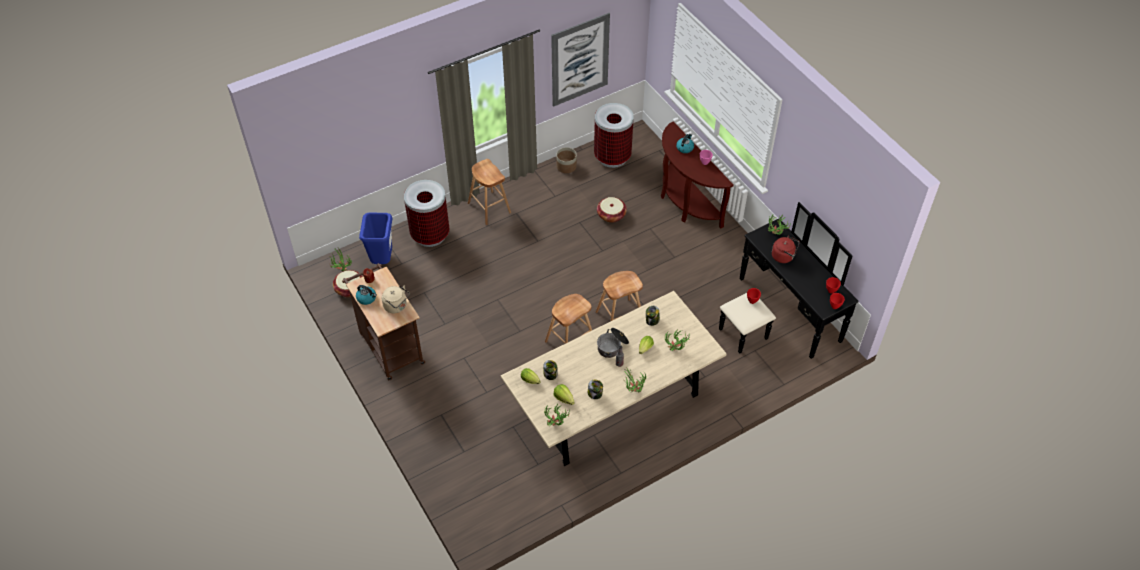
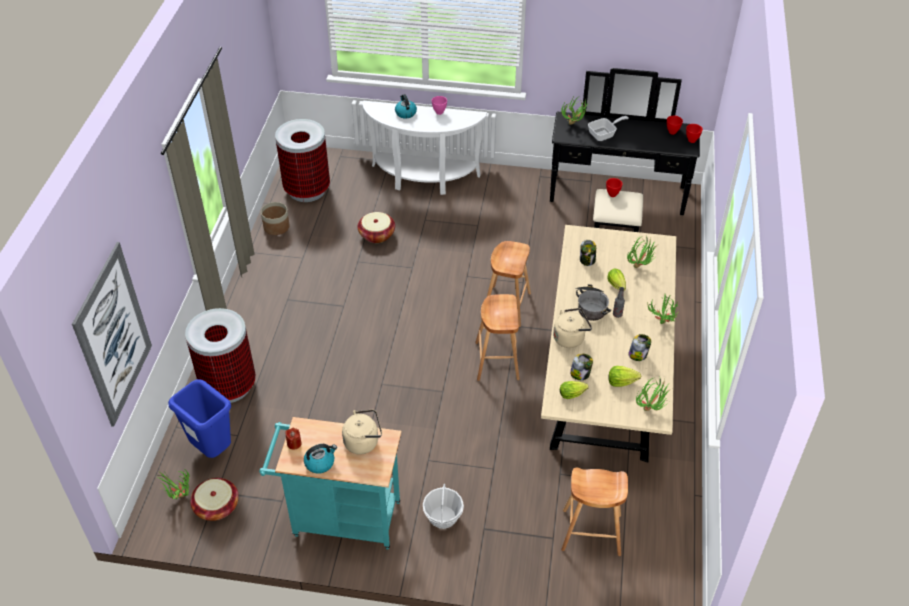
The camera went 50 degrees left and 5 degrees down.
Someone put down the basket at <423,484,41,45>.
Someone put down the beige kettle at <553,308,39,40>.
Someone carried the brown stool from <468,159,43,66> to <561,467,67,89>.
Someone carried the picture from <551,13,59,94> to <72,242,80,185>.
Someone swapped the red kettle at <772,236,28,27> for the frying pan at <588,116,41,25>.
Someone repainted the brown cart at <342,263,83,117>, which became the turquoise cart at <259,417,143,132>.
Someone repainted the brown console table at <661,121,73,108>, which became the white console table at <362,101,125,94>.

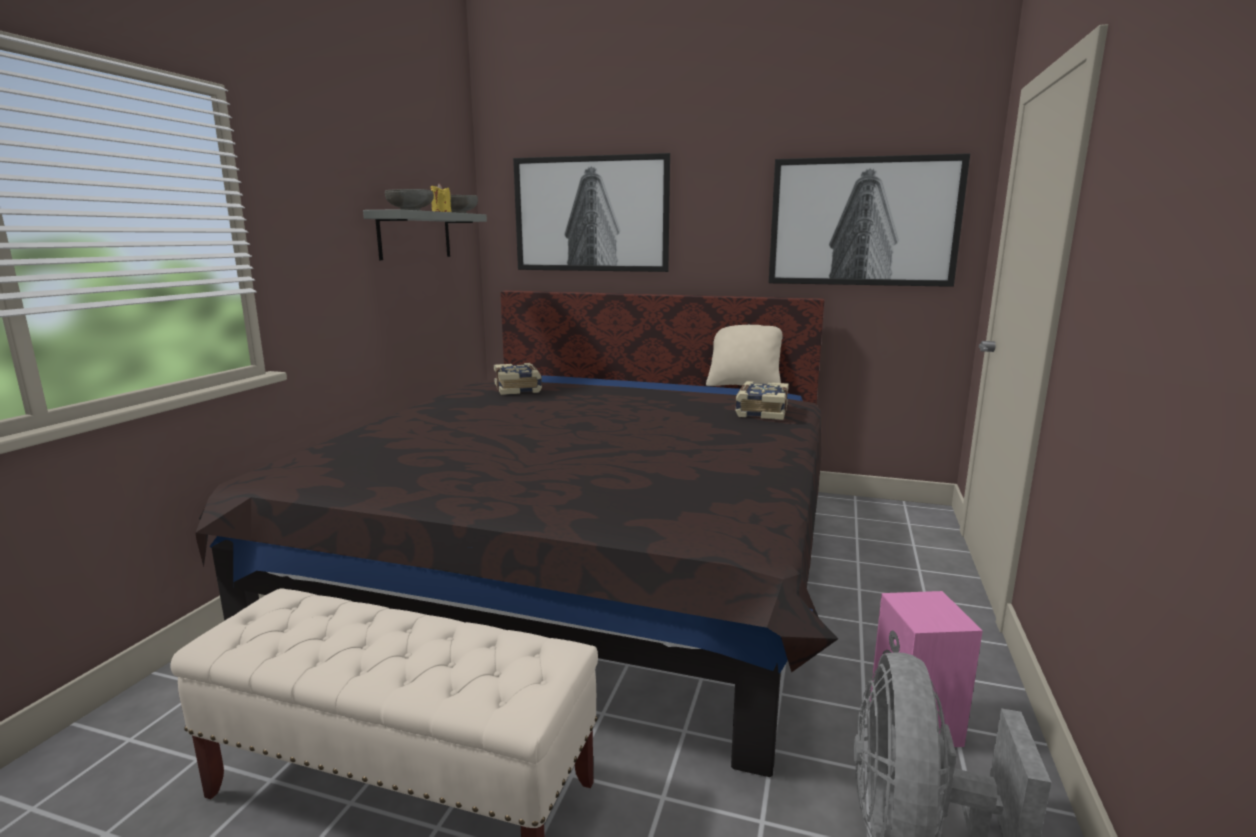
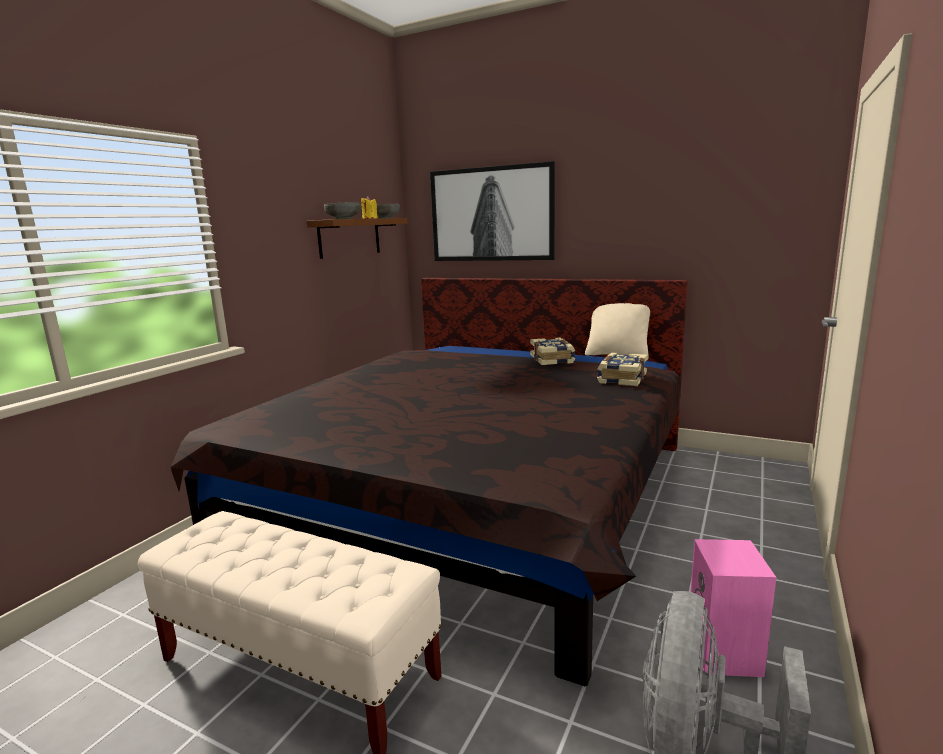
The camera went 10 degrees right and 0 degrees up.
Someone took away the picture at <769,153,201,134>.
Someone carried the book from <494,363,48,32> to <530,337,45,28>.
Someone repainted the grey shelf at <363,209,124,51>, which became the brown shelf at <306,218,102,41>.

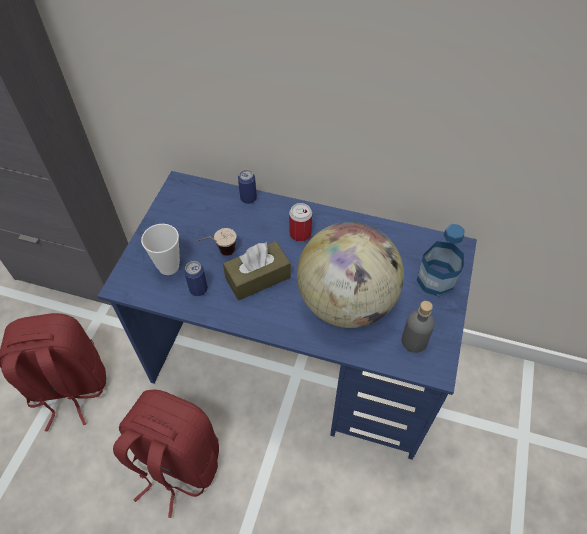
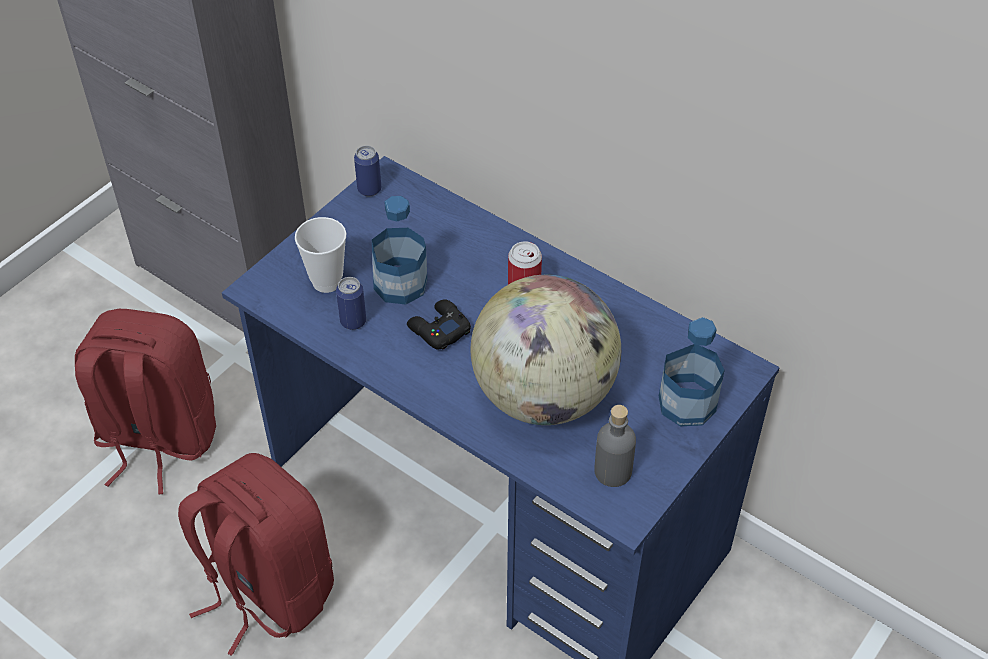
The camera went 20 degrees right and 5 degrees down.
Someone carried the can from <238,169,19,35> to <354,145,27,52>.
Someone swapped the cup at <196,228,40,28> for the bottle at <372,196,55,109>.
Someone swapped the brown tissue box at <223,241,68,60> for the black game controller at <407,299,64,51>.

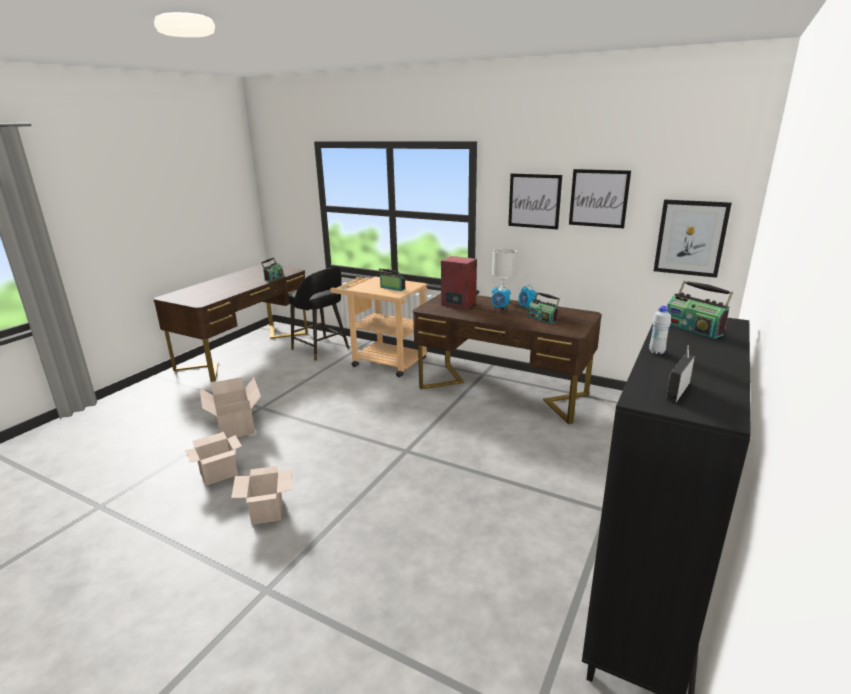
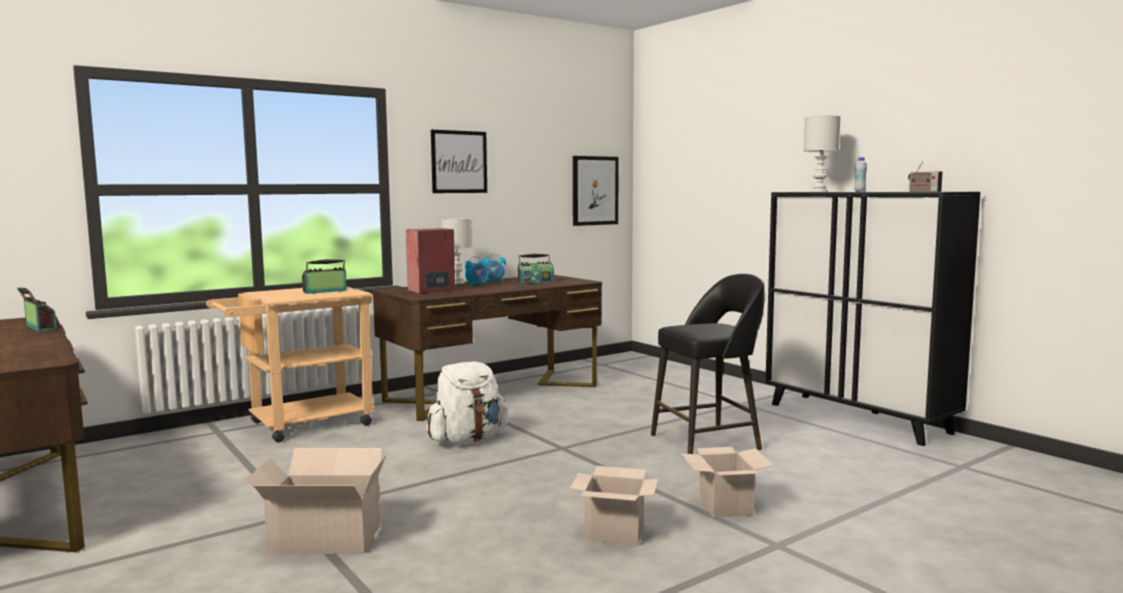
The camera went 65 degrees left and 15 degrees down.
Someone took away the picture at <569,169,62,59>.
Someone put down the white backpack at <426,361,82,83>.
Someone carried the cardboard box from <185,432,57,54> to <681,447,93,71>.
Someone carried the black stool from <288,267,61,94> to <651,274,114,180>.
Someone swapped the radio at <667,281,66,58> for the white table lamp at <804,116,36,76>.

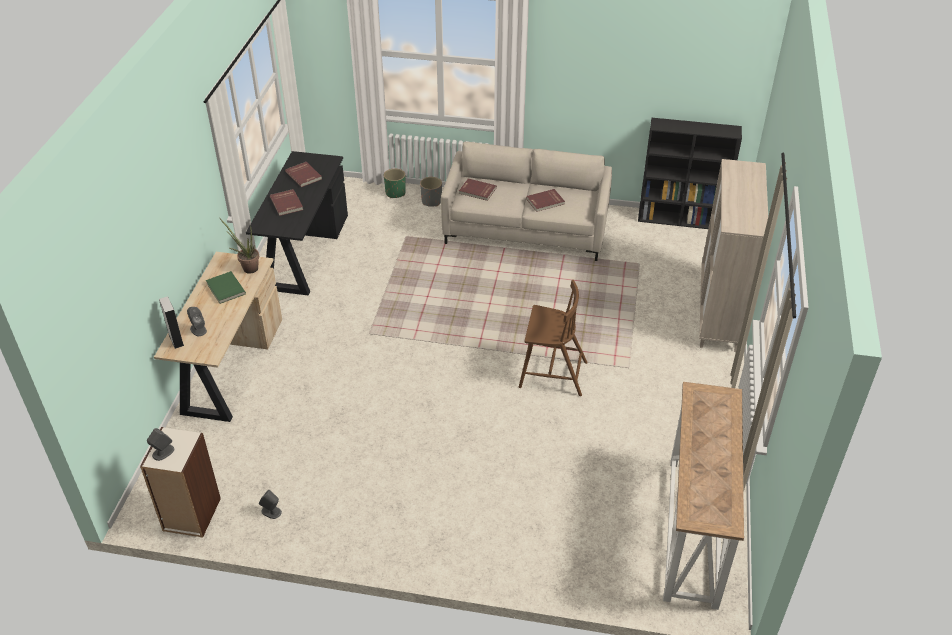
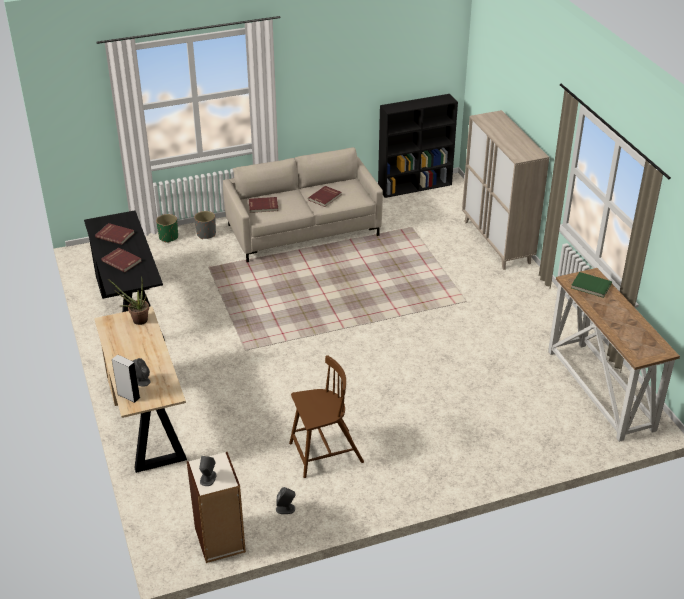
The camera went 30 degrees left and 5 degrees down.
Someone carried the green book from <206,271,40,33> to <571,272,41,26>.
Someone carried the brown chair from <519,280,69,116> to <289,355,75,123>.

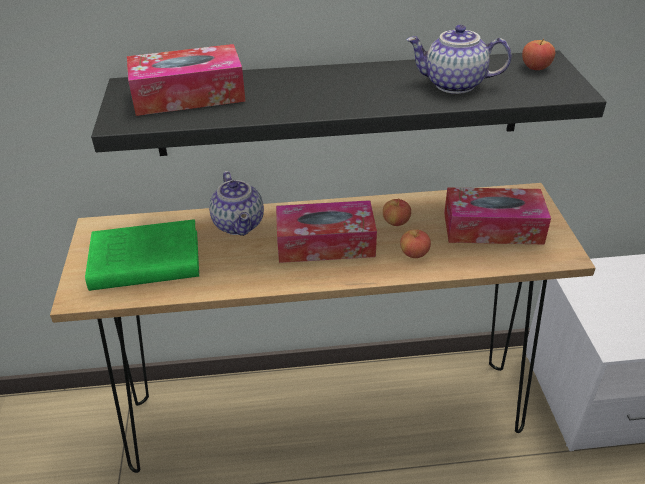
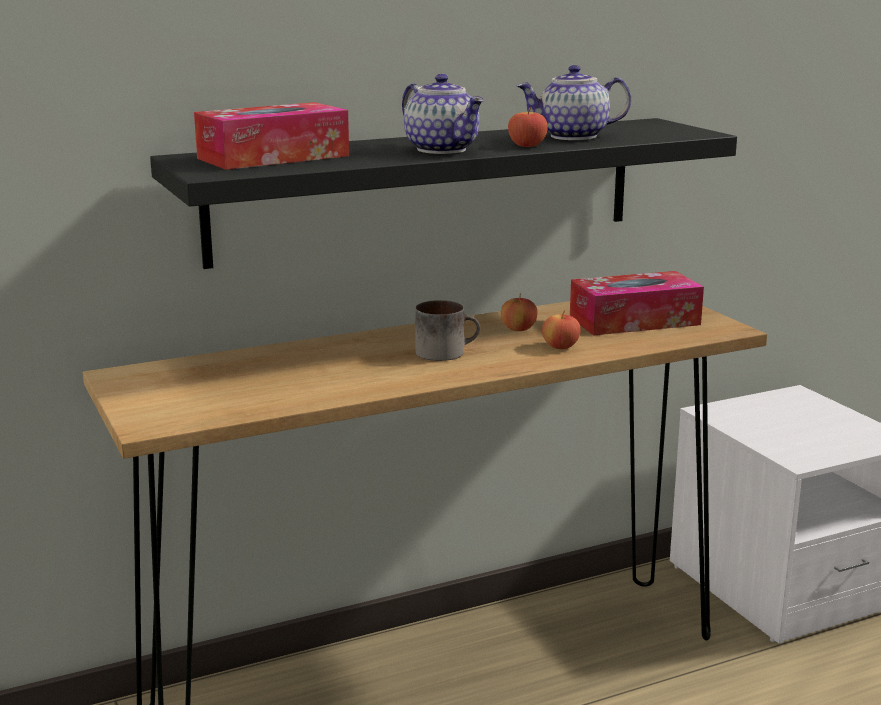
The camera went 20 degrees left and 20 degrees down.
Someone took away the green book at <85,219,114,72>.
Someone carried the teapot from <209,171,55,65> to <402,74,82,80>.
Someone carried the apple from <522,39,33,31> to <508,107,40,40>.
Someone swapped the tissue box at <276,200,101,63> for the mug at <415,300,65,61>.

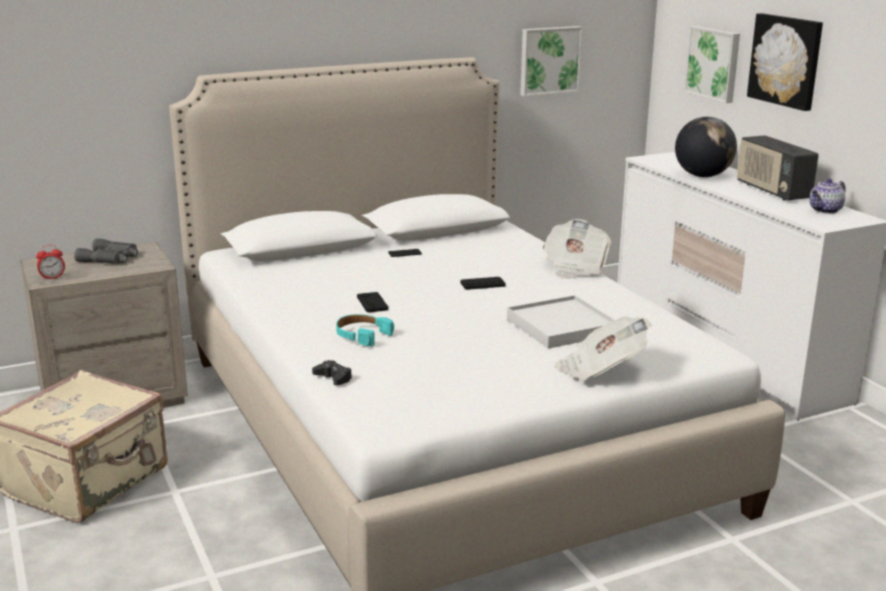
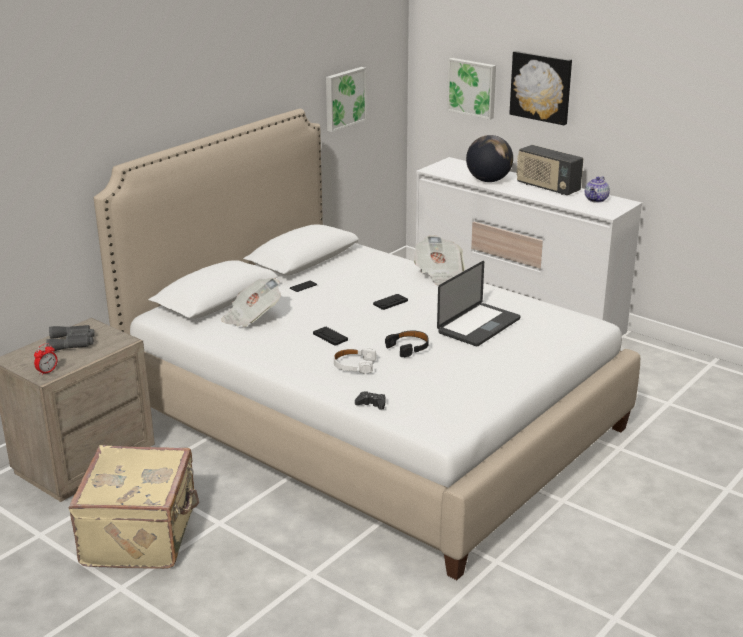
The camera went 25 degrees left and 5 degrees up.
Someone put down the black headphones at <385,331,44,26>.
Someone carried the newspaper from <555,316,96,66> to <221,278,60,49>.
Someone swapped the white tray at <507,295,108,54> for the laptop at <437,261,83,85>.
Someone repainted the turquoise headphones at <336,314,58,32>, which became the white headphones at <334,348,42,26>.

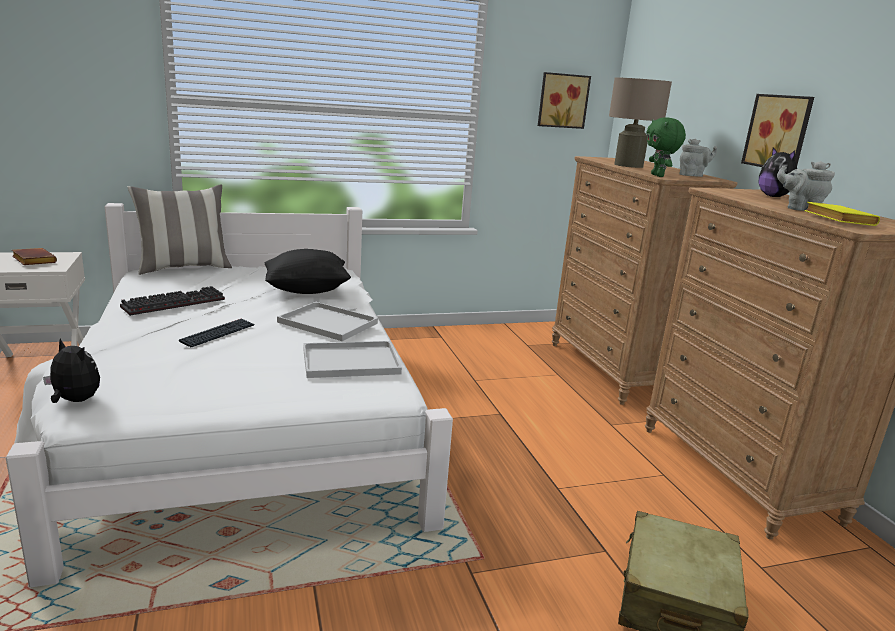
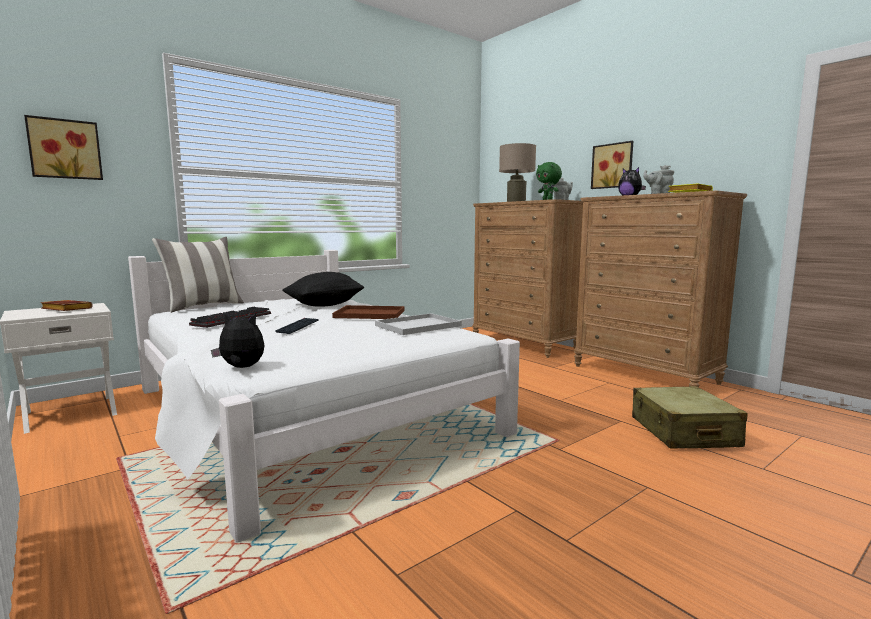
The camera went 20 degrees left and 10 degrees down.
Someone carried the picture from <538,72,53,57> to <24,115,79,65>.
Someone repainted the white tray at <277,302,101,39>, which became the brown tray at <332,305,72,14>.

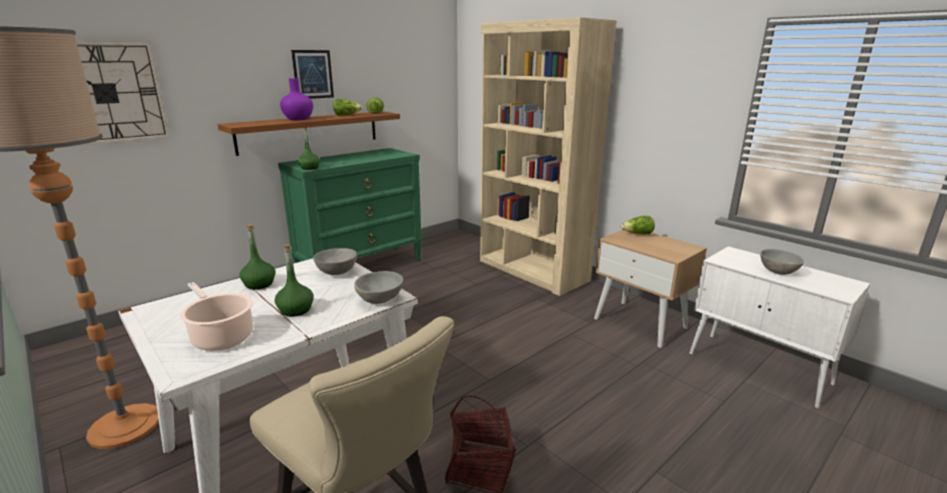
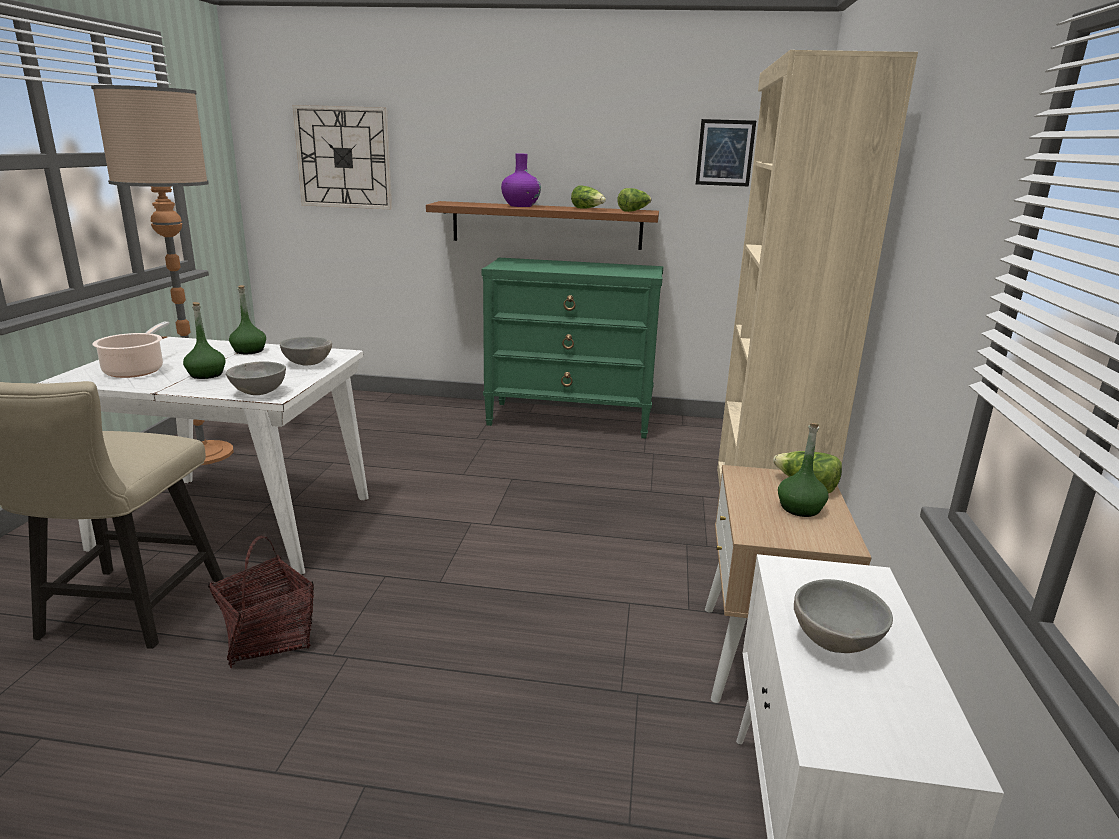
The camera went 50 degrees right and 0 degrees up.
Someone carried the picture from <291,50,43,49> to <696,119,60,68>.
Someone carried the green bottle from <298,128,22,42> to <778,423,51,94>.

